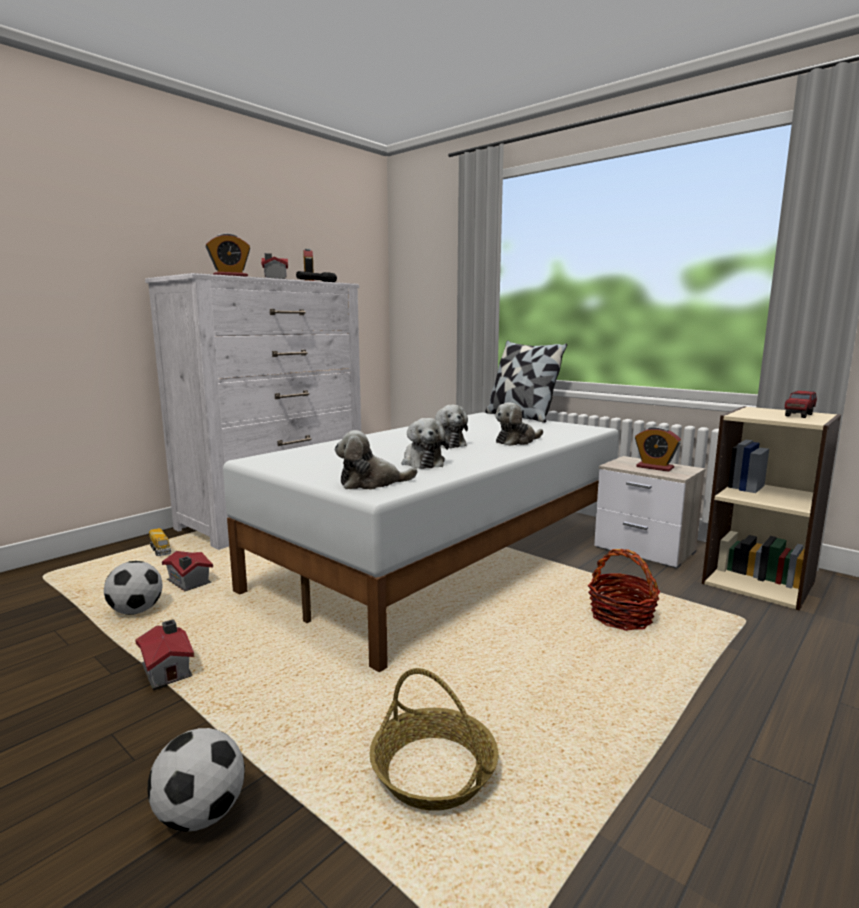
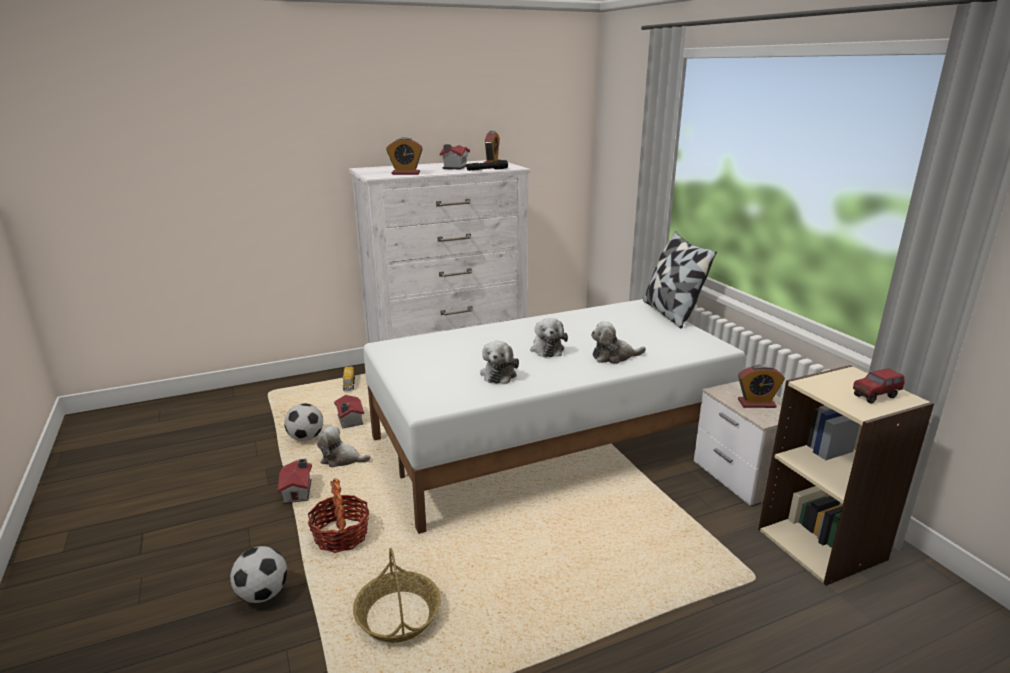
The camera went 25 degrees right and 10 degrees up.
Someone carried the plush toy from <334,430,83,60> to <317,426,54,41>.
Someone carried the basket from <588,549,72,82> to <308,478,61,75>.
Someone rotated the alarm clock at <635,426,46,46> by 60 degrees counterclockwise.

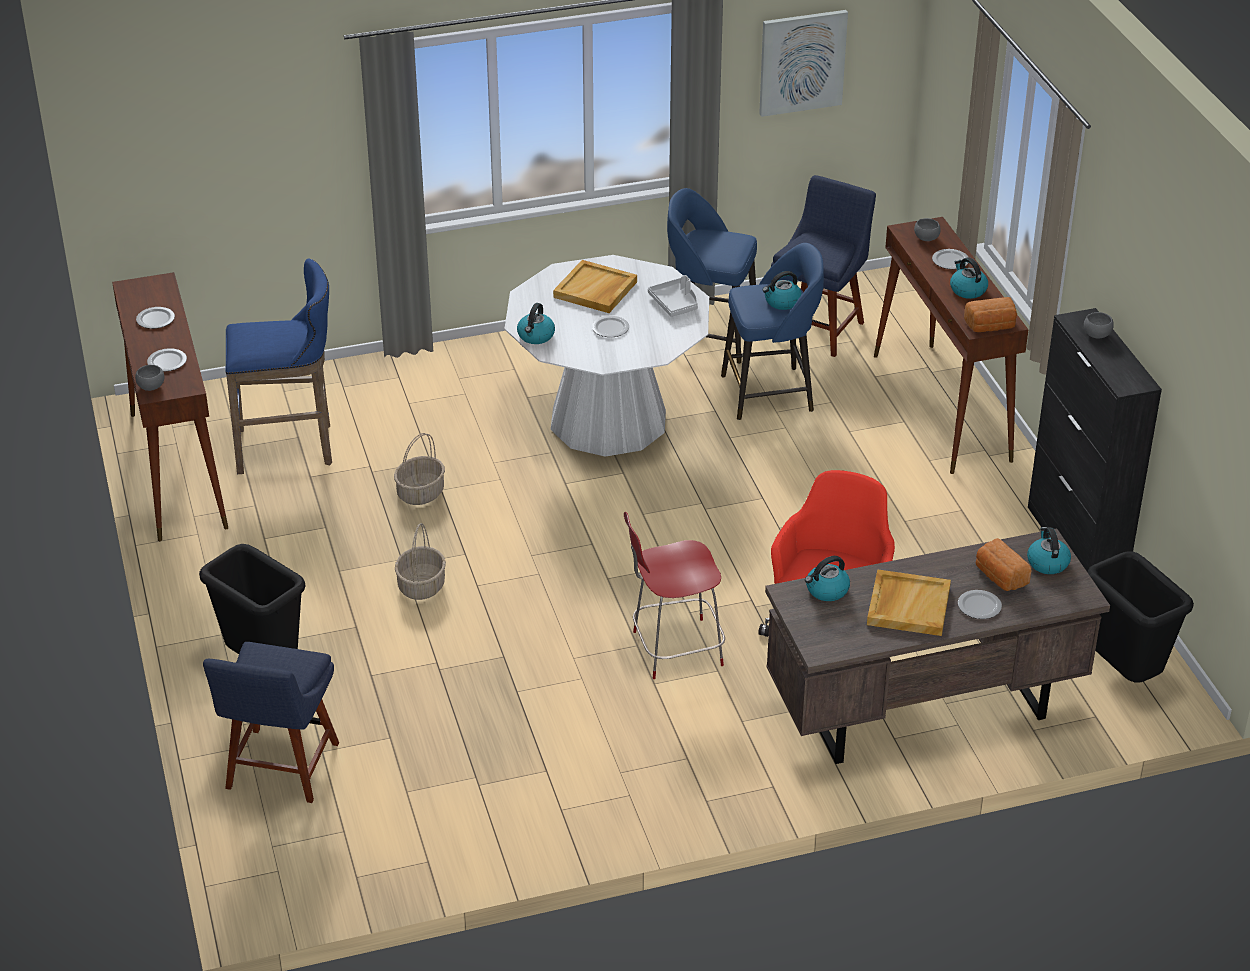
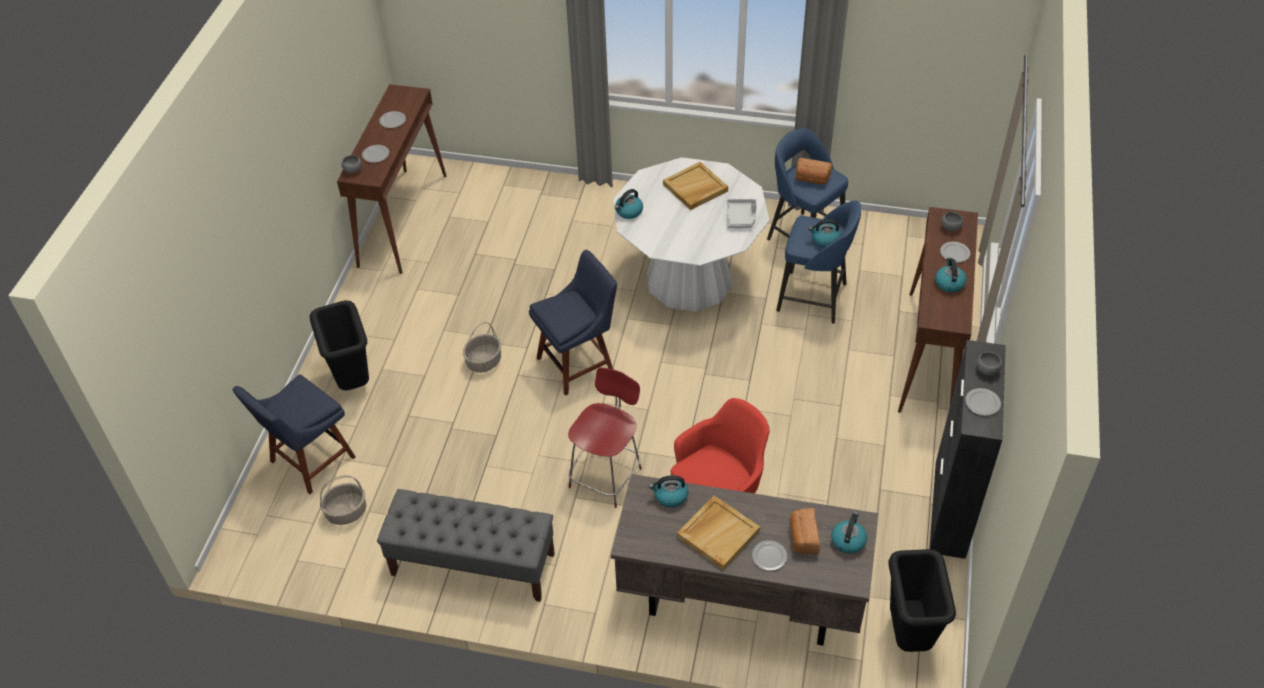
The camera went 30 degrees right and 10 degrees up.
Someone took away the blue stool at <226,259,106,215>.
Someone took away the picture at <759,10,89,107>.
Someone put down the grey bench at <377,489,178,113>.
Someone carried the basket from <394,433,51,72> to <320,475,46,50>.
Someone carried the plate from <592,316,37,21> to <965,388,36,28>.
Someone carried the blue chair from <771,175,105,182> to <529,250,88,146>.
Someone carried the bread from <964,297,53,35> to <796,158,36,27>.
Someone rotated the red chair at <624,512,101,167> by 105 degrees clockwise.

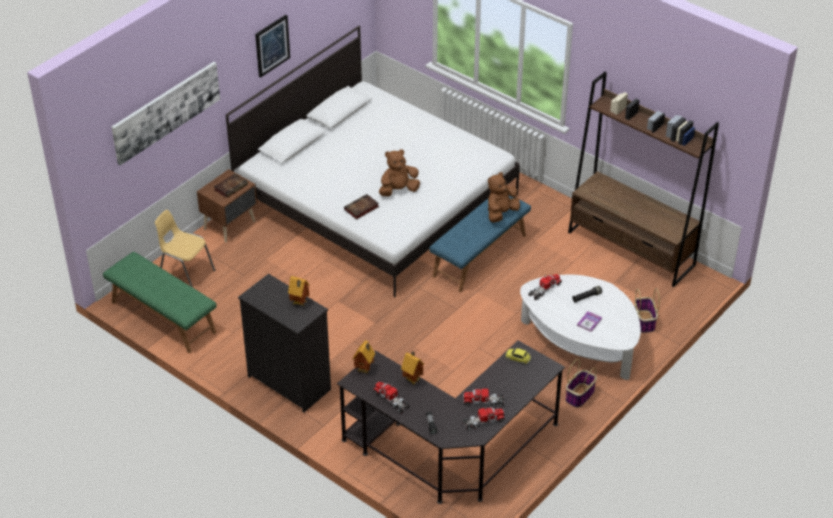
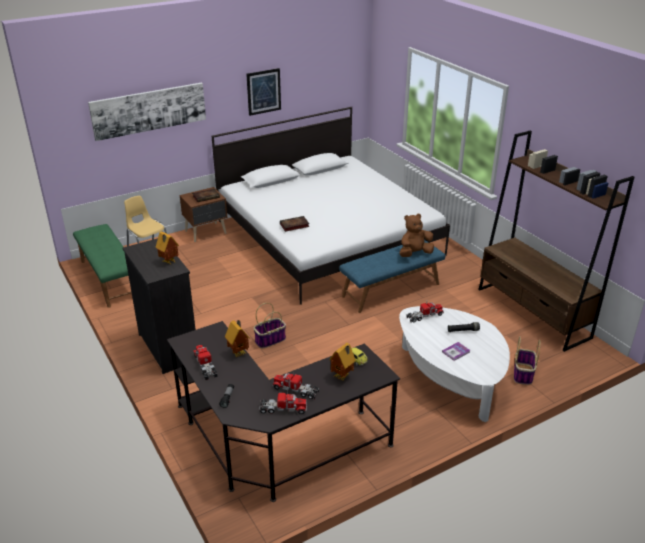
The camera went 20 degrees right and 10 degrees down.
Someone took away the brown plush toy at <379,149,41,47>.
Someone carried the toy house from <353,341,22,33> to <329,343,27,38>.
Someone carried the basket from <565,359,32,49> to <253,303,33,45>.

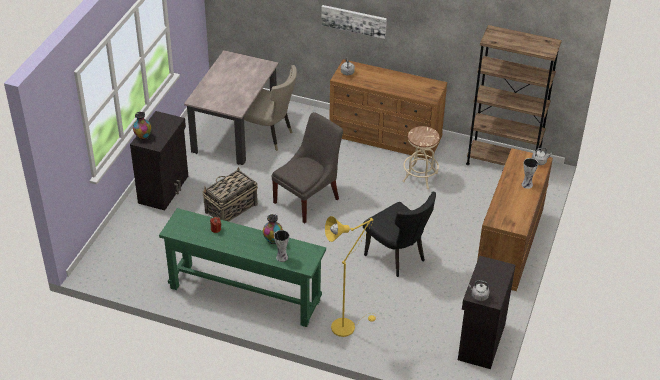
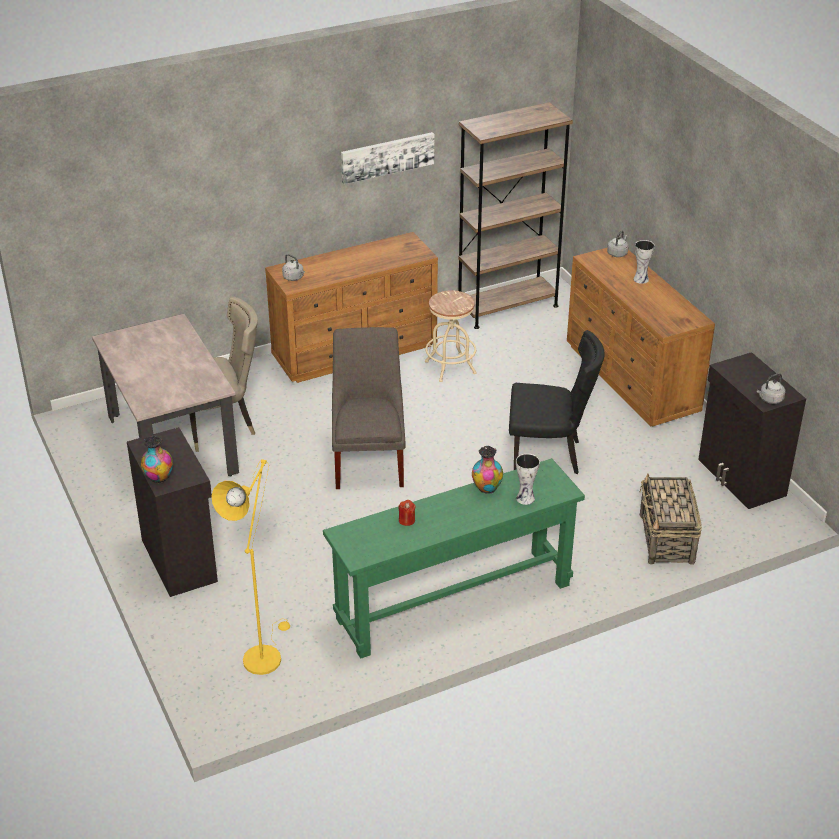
The camera went 45 degrees left and 5 degrees down.
Someone carried the basket from <202,167,56,55> to <640,474,62,91>.
Someone carried the picture from <321,5,66,34> to <341,132,93,52>.
Someone carried the yellow floor lamp from <325,216,52,121> to <212,459,78,216>.

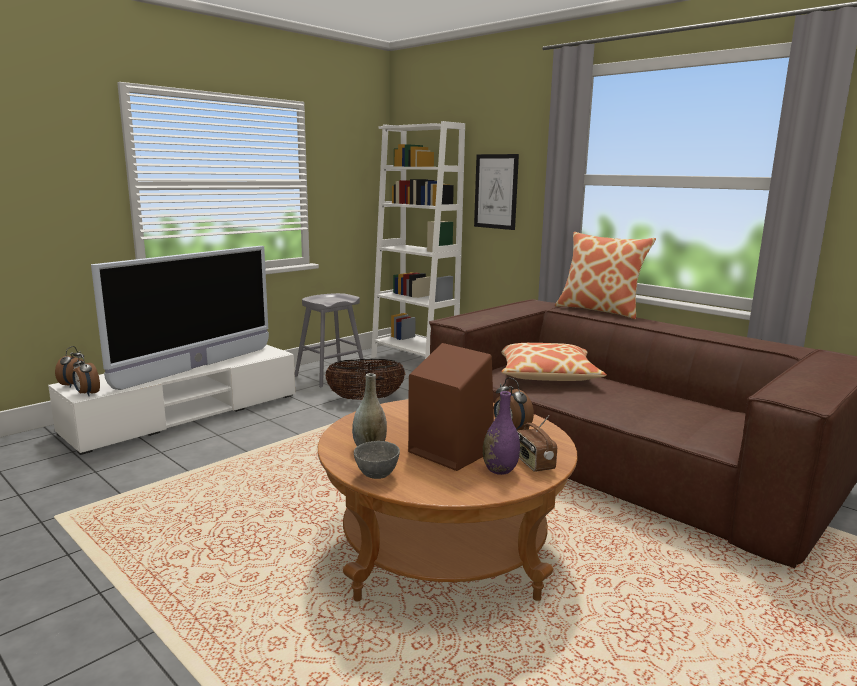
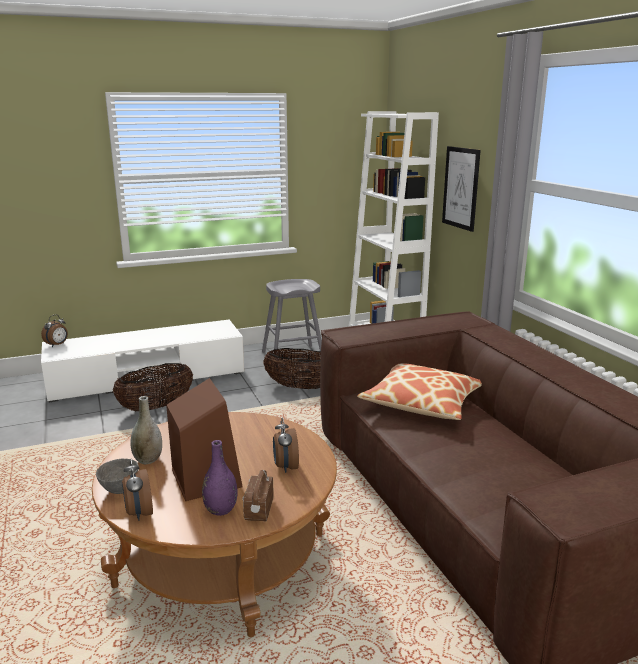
The camera went 25 degrees right and 5 degrees up.
Someone took away the television at <91,246,178,144>.
Someone took away the pillow at <555,232,101,87>.
Someone put down the basket at <113,363,80,48>.
Someone carried the alarm clock from <72,354,28,42> to <122,459,31,62>.

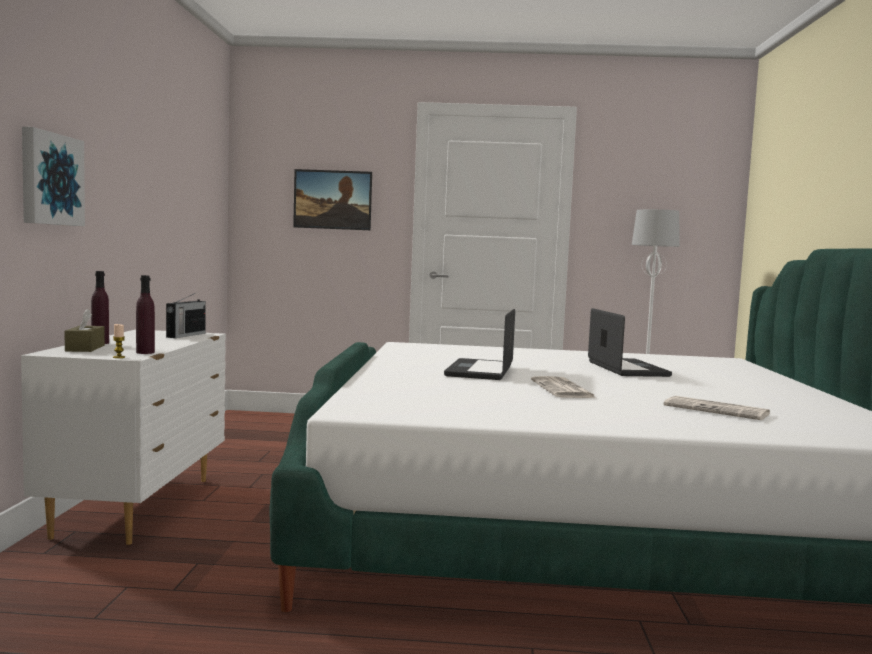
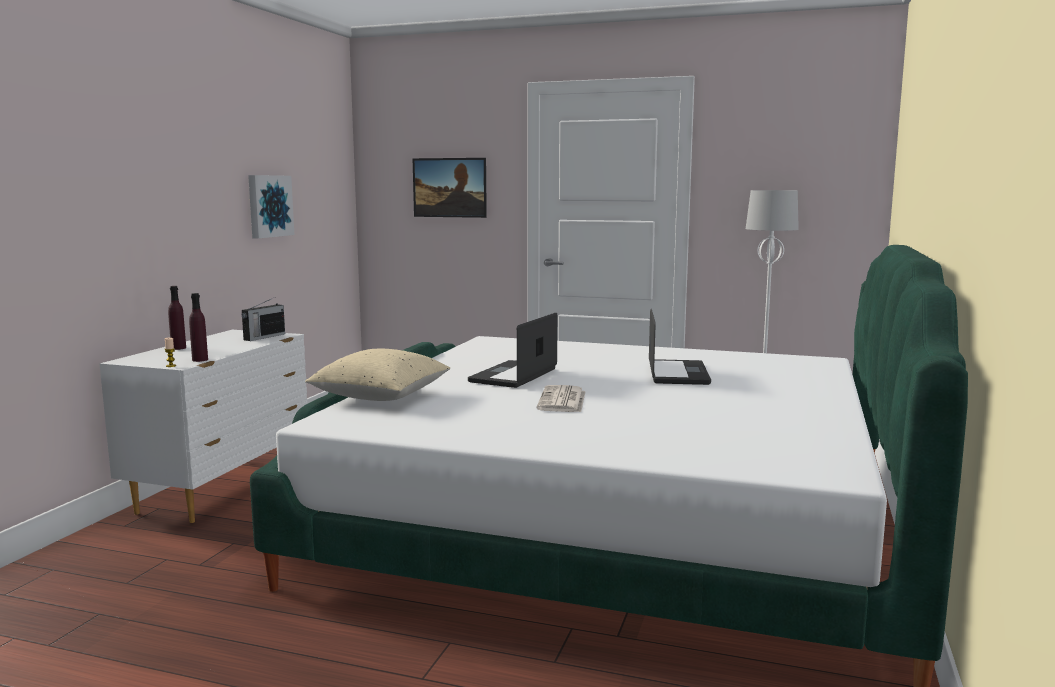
The camera went 15 degrees right and 5 degrees up.
Someone took away the brown tissue box at <65,309,40,43>.
Someone took away the newspaper at <664,396,106,24>.
Someone put down the beige pillow at <305,349,145,52>.
Someone carried the picture from <22,127,63,99> to <248,175,46,64>.

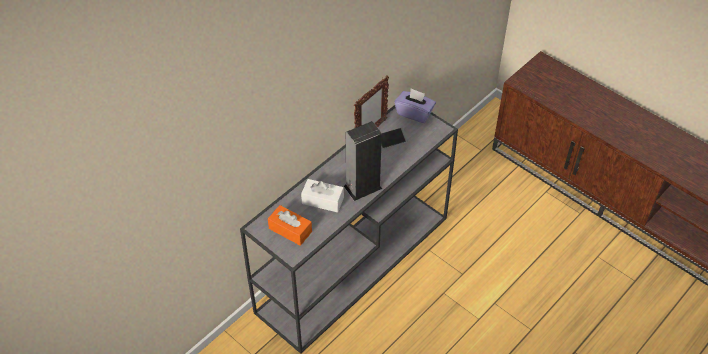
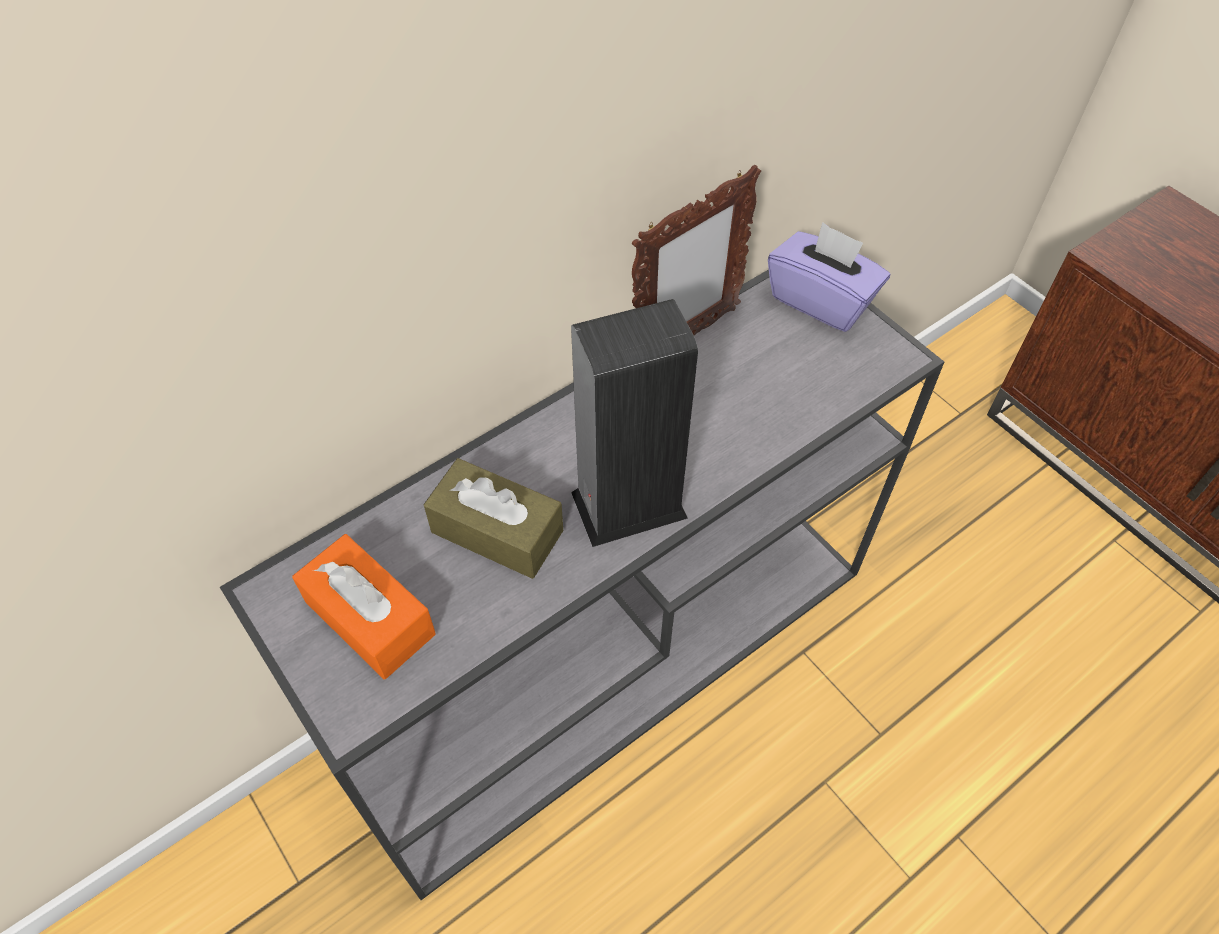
The camera went 10 degrees right and 5 degrees up.
Someone took away the phone at <381,127,27,22>.
Someone repainted the white tissue box at <301,179,43,33>, which became the brown tissue box at <424,458,139,121>.

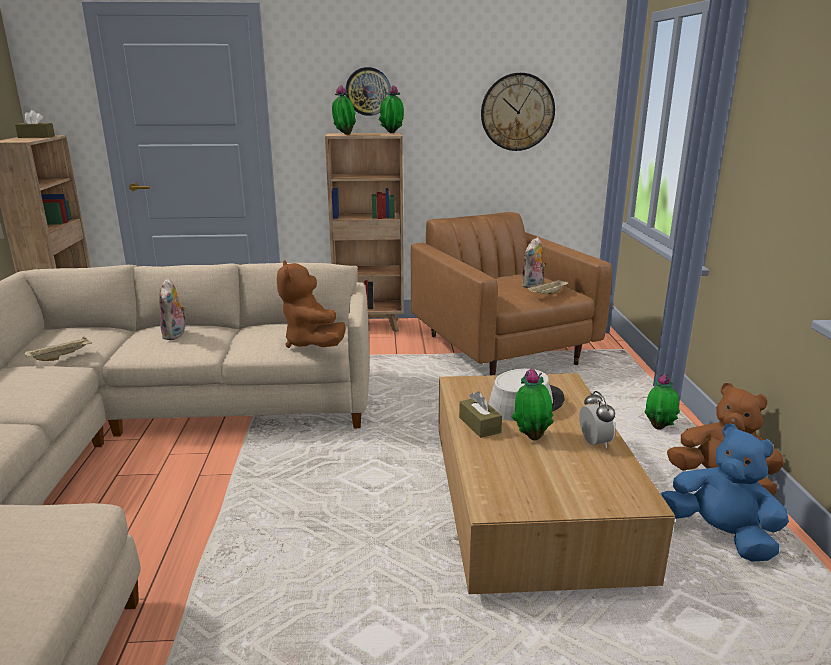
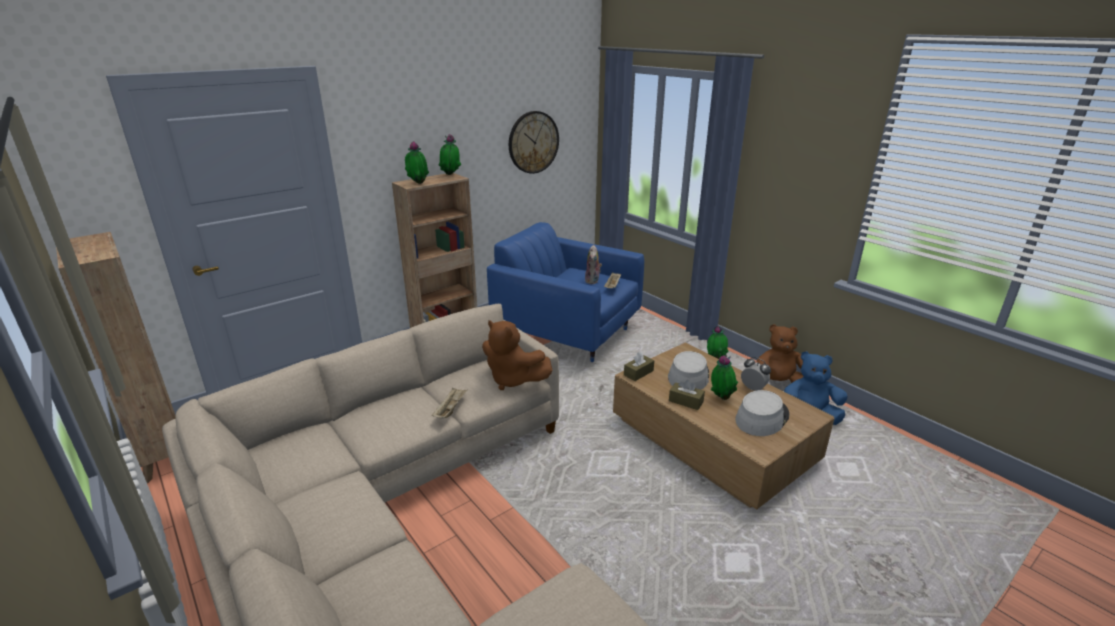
The camera went 35 degrees left and 5 degrees up.
Someone took away the plush toy at <159,278,27,62>.
Someone took away the wall clock at <346,67,45,49>.
Someone put down the grey hat at <735,390,54,46>.
Someone carried the brown tissue box from <15,110,40,28> to <624,351,30,30>.
Someone carried the beige tray from <24,337,68,24> to <432,388,36,31>.
Someone repainted the brown armchair at <411,212,201,163>, which became the blue armchair at <487,222,157,140>.

